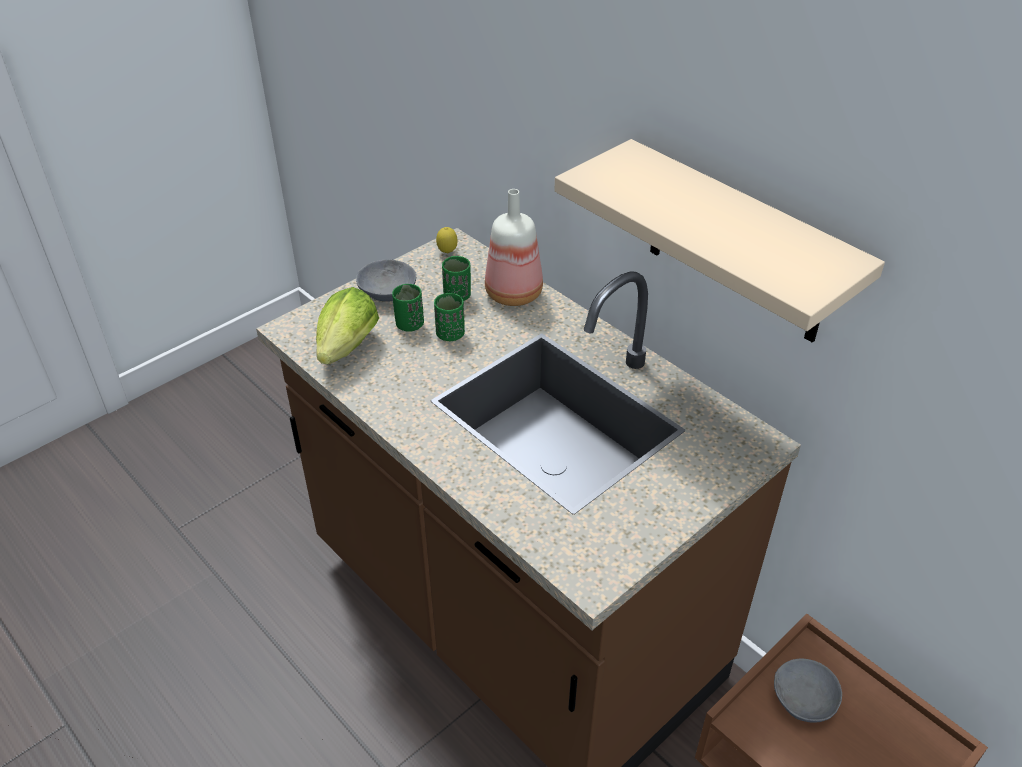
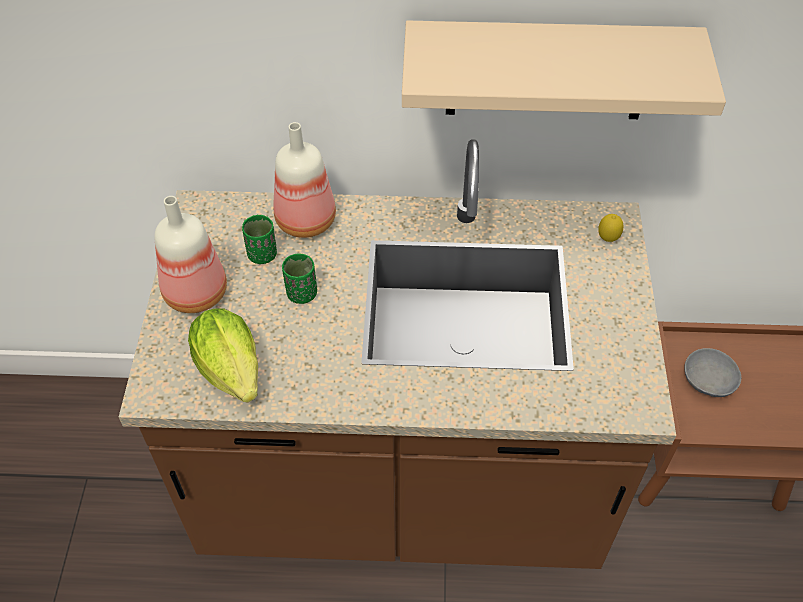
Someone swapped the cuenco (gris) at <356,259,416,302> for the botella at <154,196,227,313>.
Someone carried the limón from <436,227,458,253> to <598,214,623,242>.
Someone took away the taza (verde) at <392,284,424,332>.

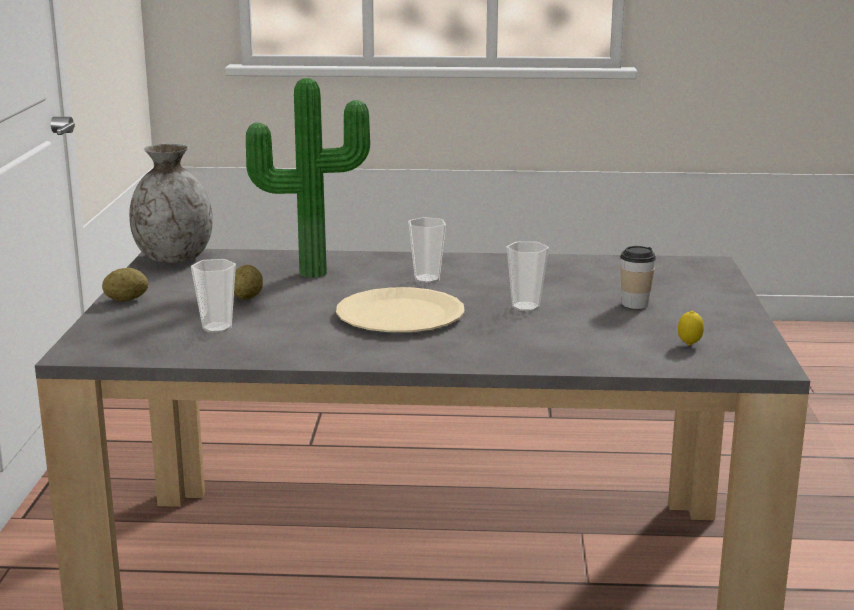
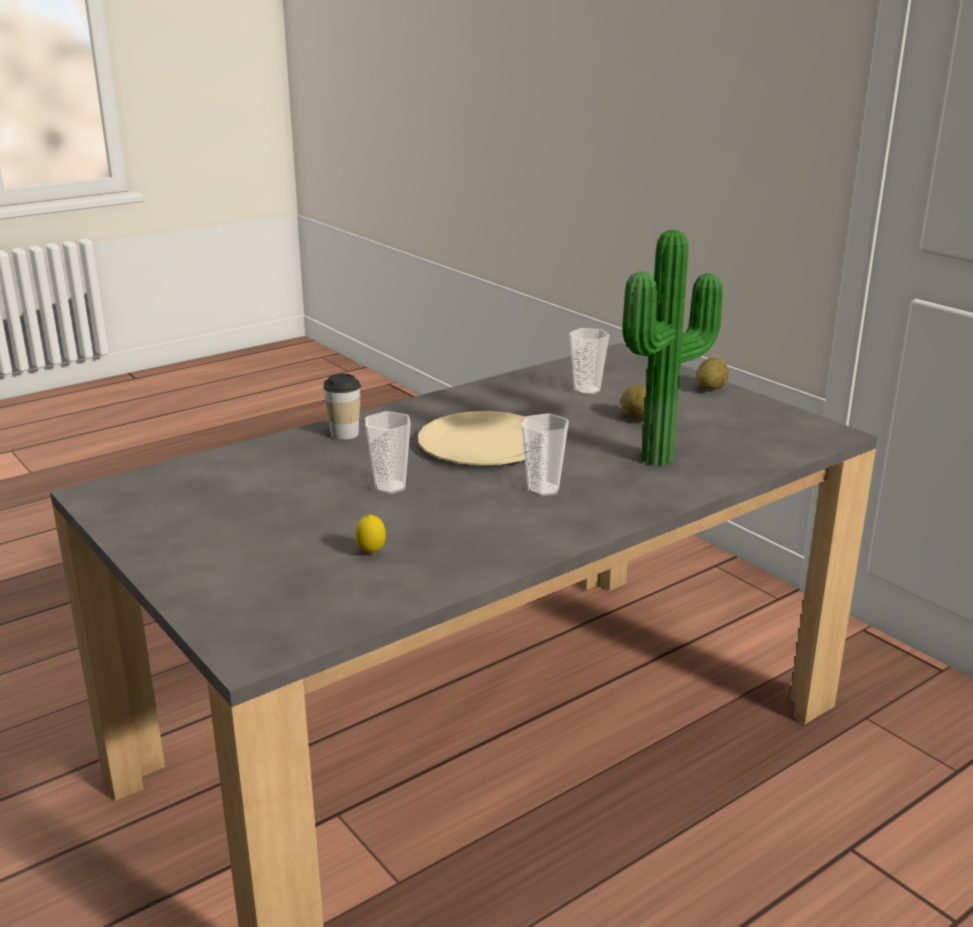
Someone carried the taza from <620,246,656,309> to <323,374,361,440>.
Someone carried the limón from <678,311,704,346> to <355,514,386,554>.
Someone took away the florero (gris) at <129,144,213,263>.

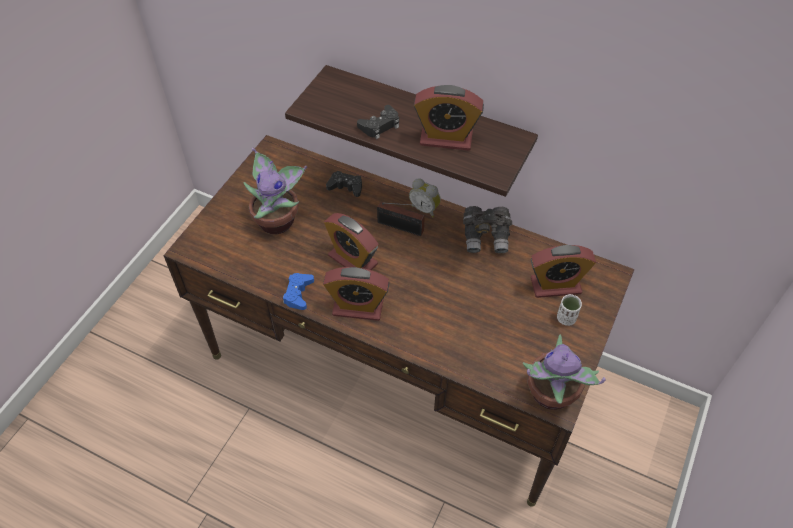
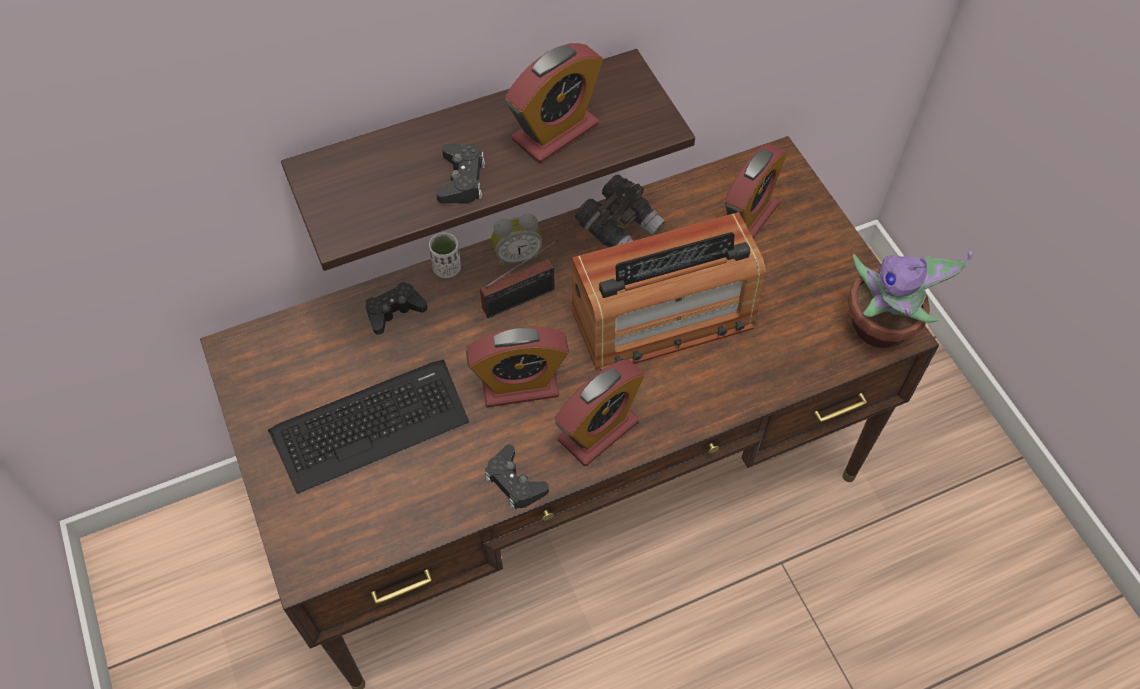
Someone swapped the planta en maceta at <243,148,307,234> for the teclado at <268,360,469,494>.
Someone carried the taza (blanco) from <557,294,582,326> to <429,233,461,278>.
Someone repainted the mando de consola (azul) at <283,273,314,310>, which became the mando de consola (negro) at <485,445,549,510>.
Someone put down the radio at <572,212,766,371>.

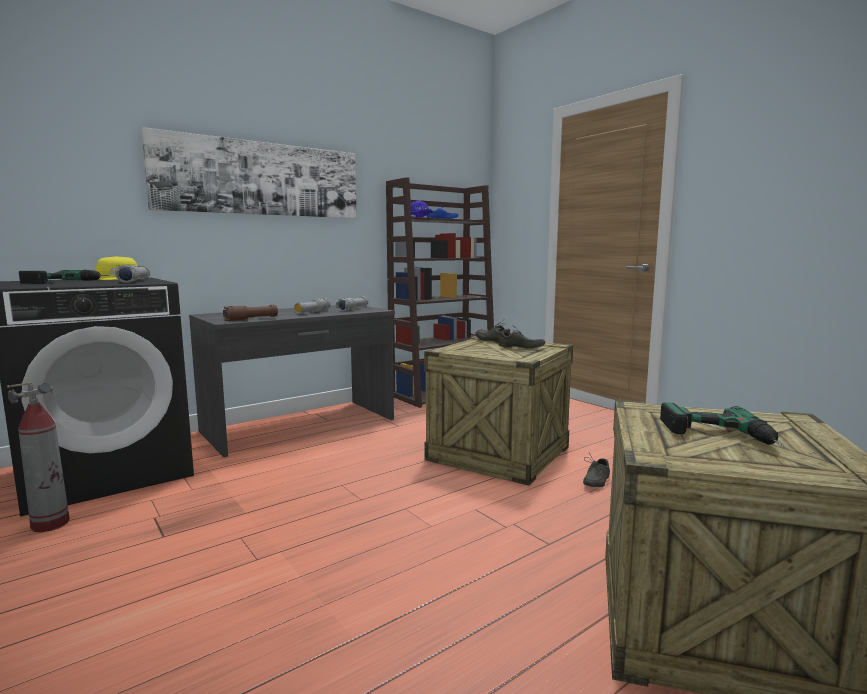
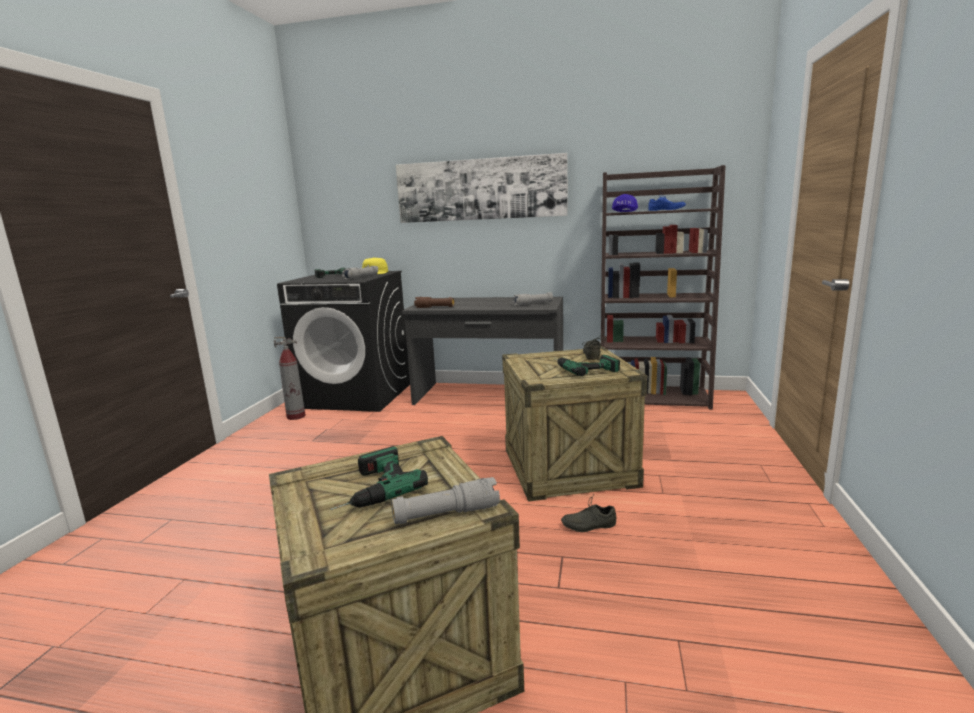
Someone carried the linterna (gris) from <294,298,331,314> to <391,477,500,524>.
Someone swapped the zapato (gris) at <499,327,545,349> for the taladro at <554,355,620,376>.

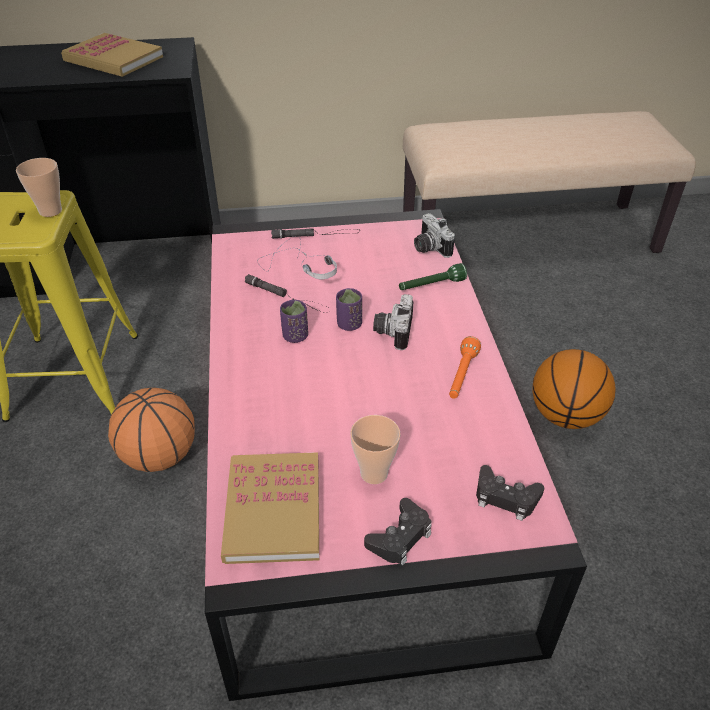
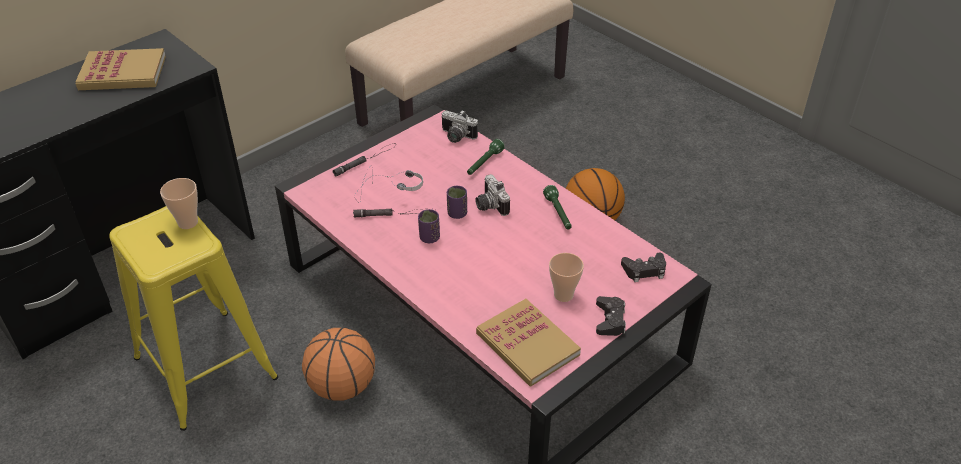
Someone repainted the linterna (naranja) at <449,336,481,399>, which became the linterna (verde) at <543,185,572,230>.

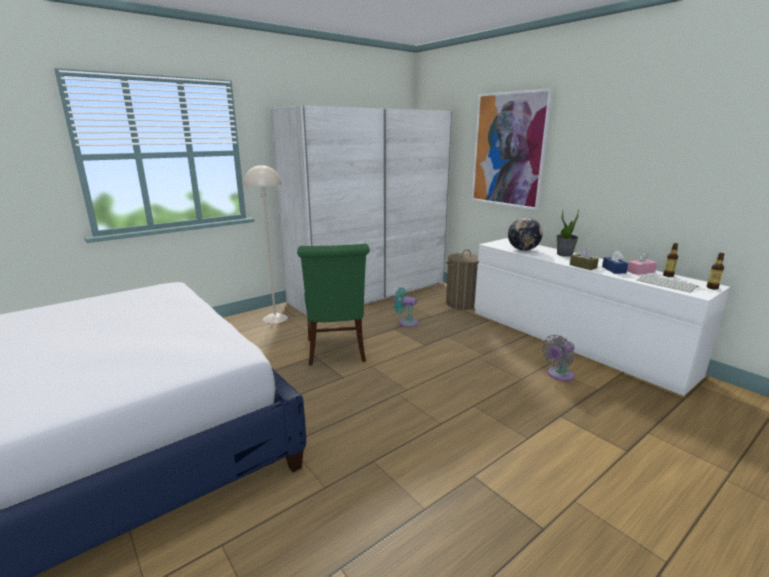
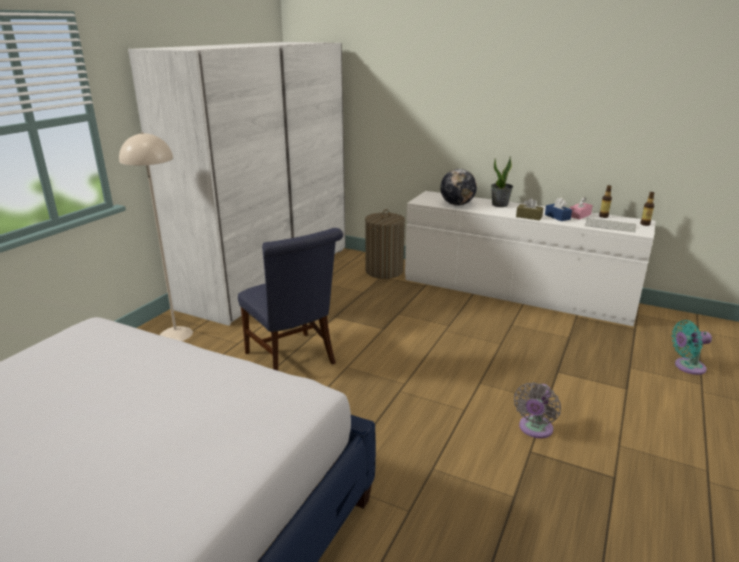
Someone repainted the silla (verde) at <297,244,370,366>, which became the silla (azul) at <238,228,343,371>.
Someone carried the ventilador (gris) from <542,335,574,381> to <514,382,561,438>.
Someone carried the ventilador (turquesa) from <394,287,418,327> to <671,320,712,375>.
Someone took away the cuadro at <472,88,553,210>.

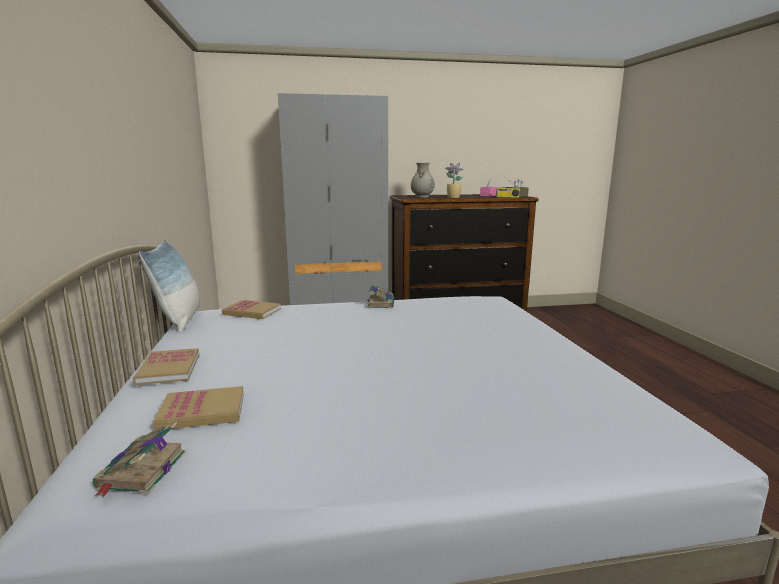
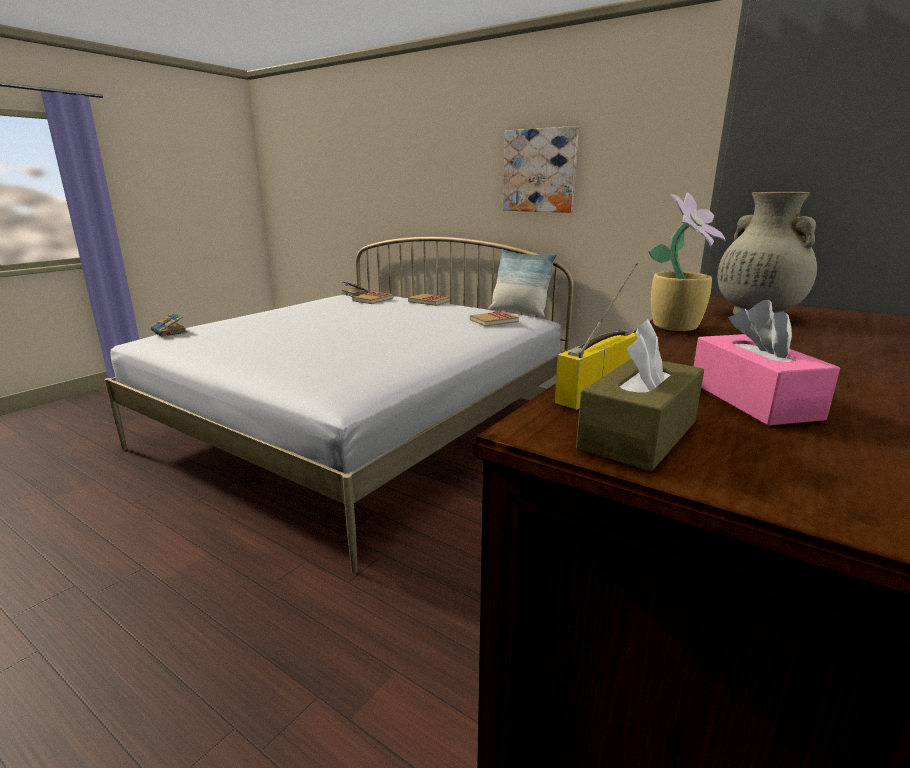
Someone carried the libro from <367,284,394,308> to <151,312,188,337>.
Someone put up the cuadro at <503,126,579,213>.

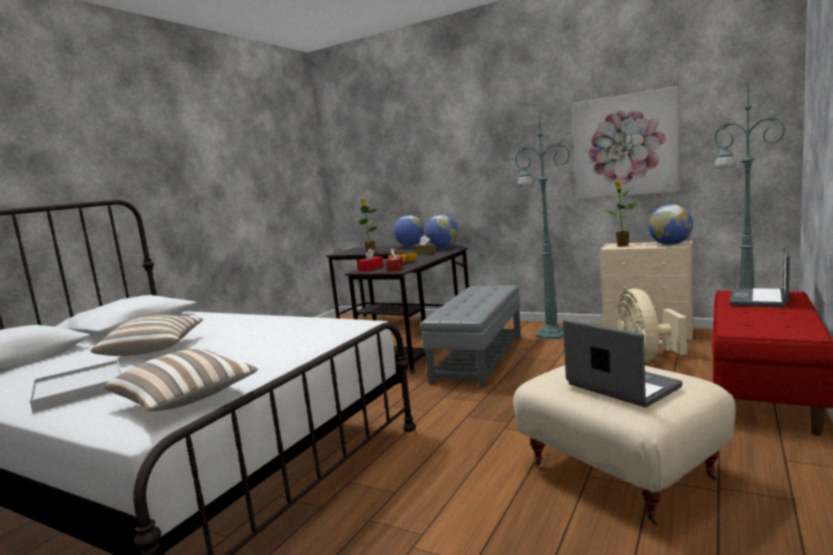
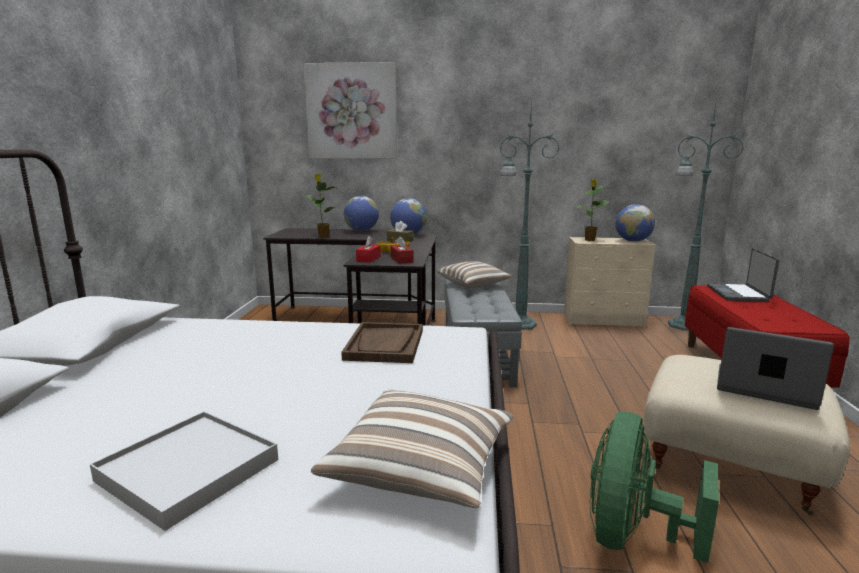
Someone carried the cuadro from <572,86,680,199> to <303,62,397,159>.
Someone put down the bandeja (marrón) at <341,322,423,363>.
Someone carried the cojín from <91,315,203,356> to <437,261,512,288>.
Someone put down the ventilador (verde) at <590,412,719,563>.
Someone took away the ventilador (beis) at <617,289,687,362>.

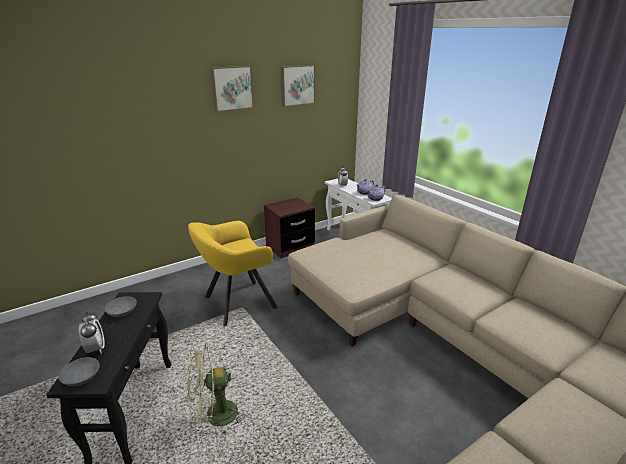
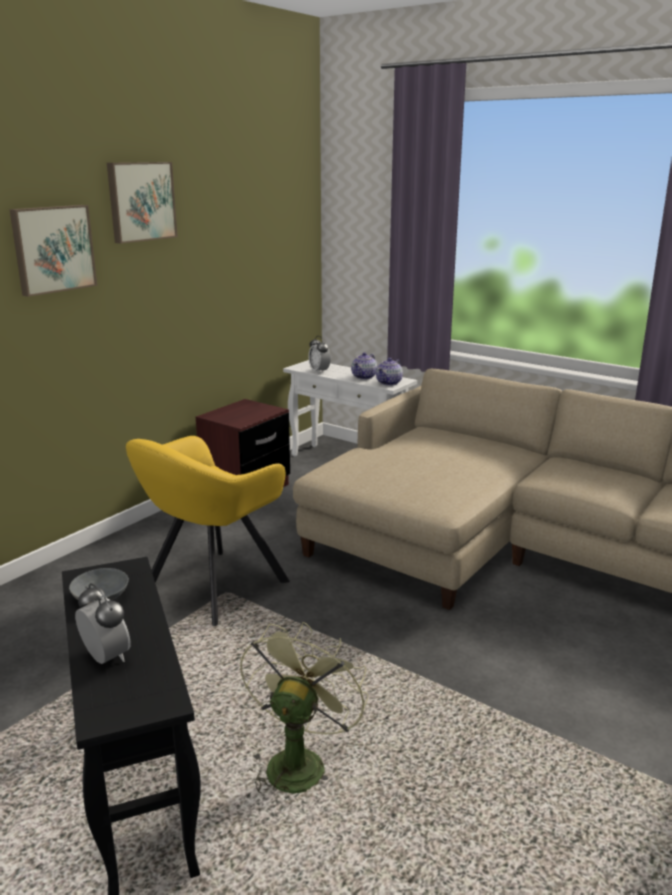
Someone carried the cuadro from <281,65,315,107> to <9,205,97,297>.
Someone rotated the ventilador (verde) at <187,343,245,436> by 150 degrees clockwise.
Someone took away the cuenco (gris) at <58,357,100,386>.

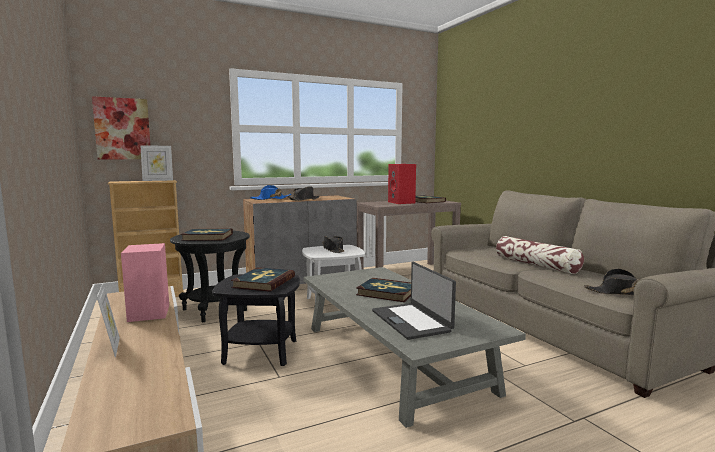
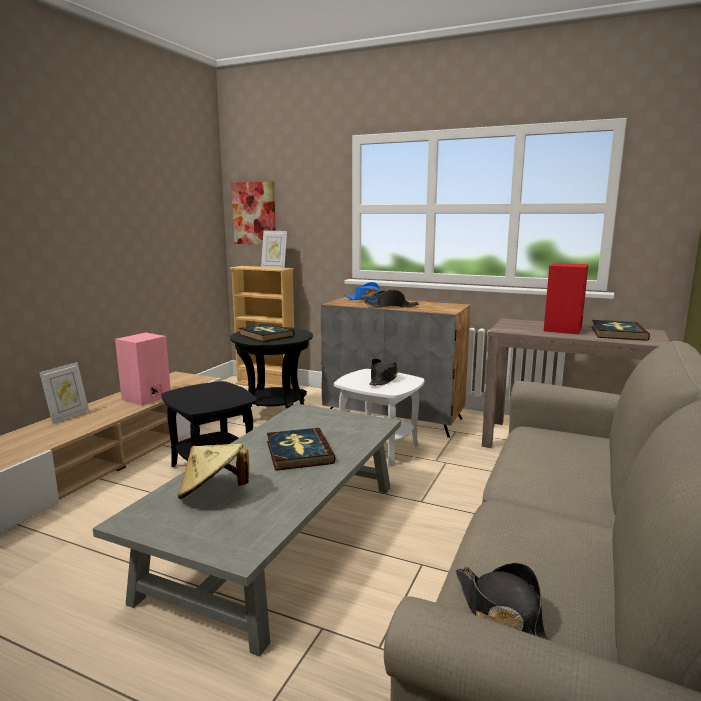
Someone swapped the portátil at <372,262,456,340> for the sombrero (beis) at <178,444,249,499>.
Someone took away the libro at <231,267,295,292>.
Someone took away the cojín at <496,236,584,274>.

